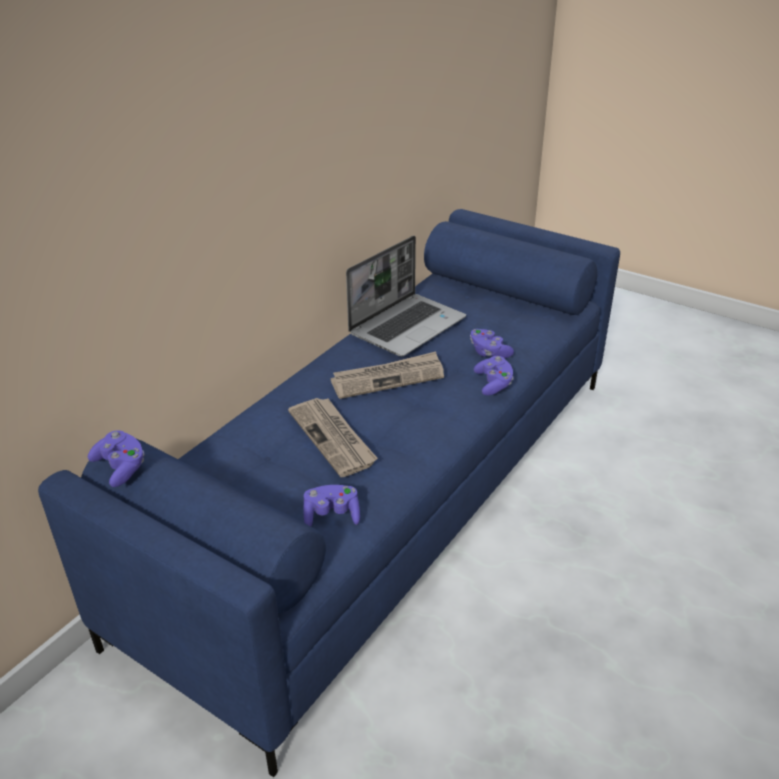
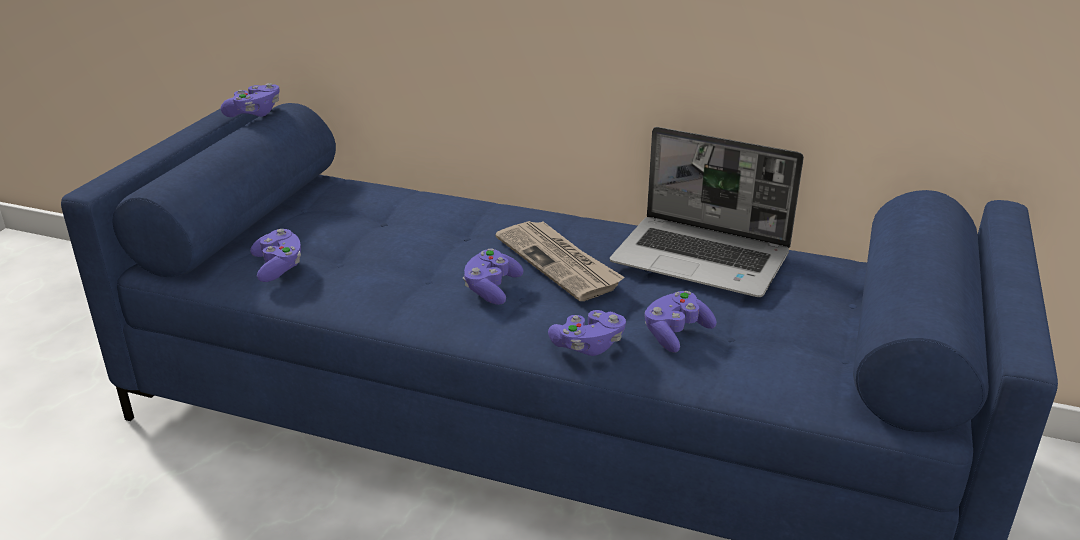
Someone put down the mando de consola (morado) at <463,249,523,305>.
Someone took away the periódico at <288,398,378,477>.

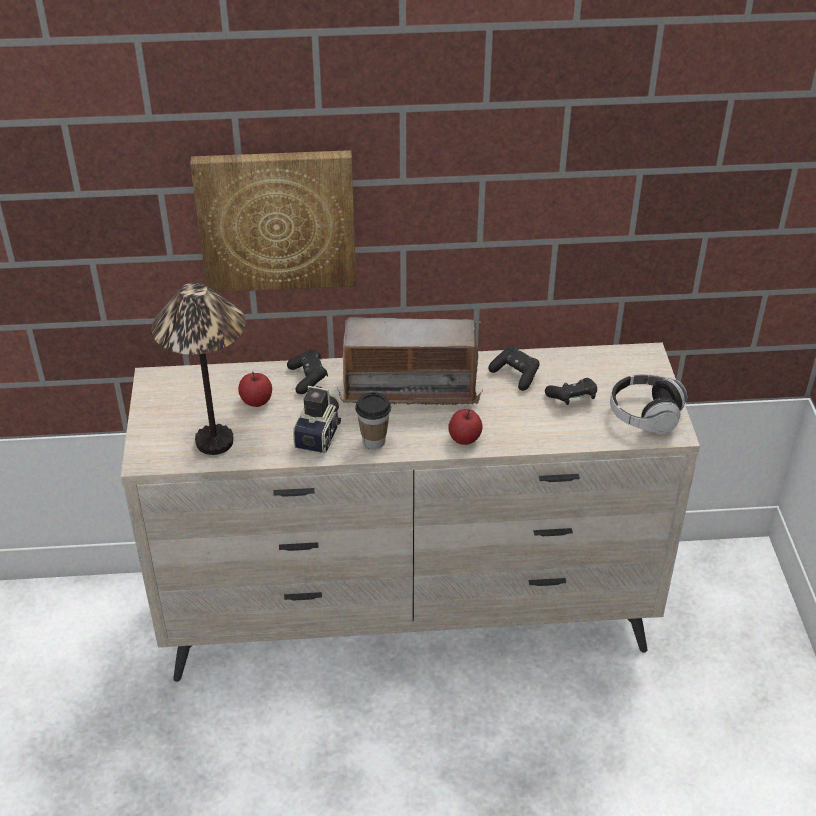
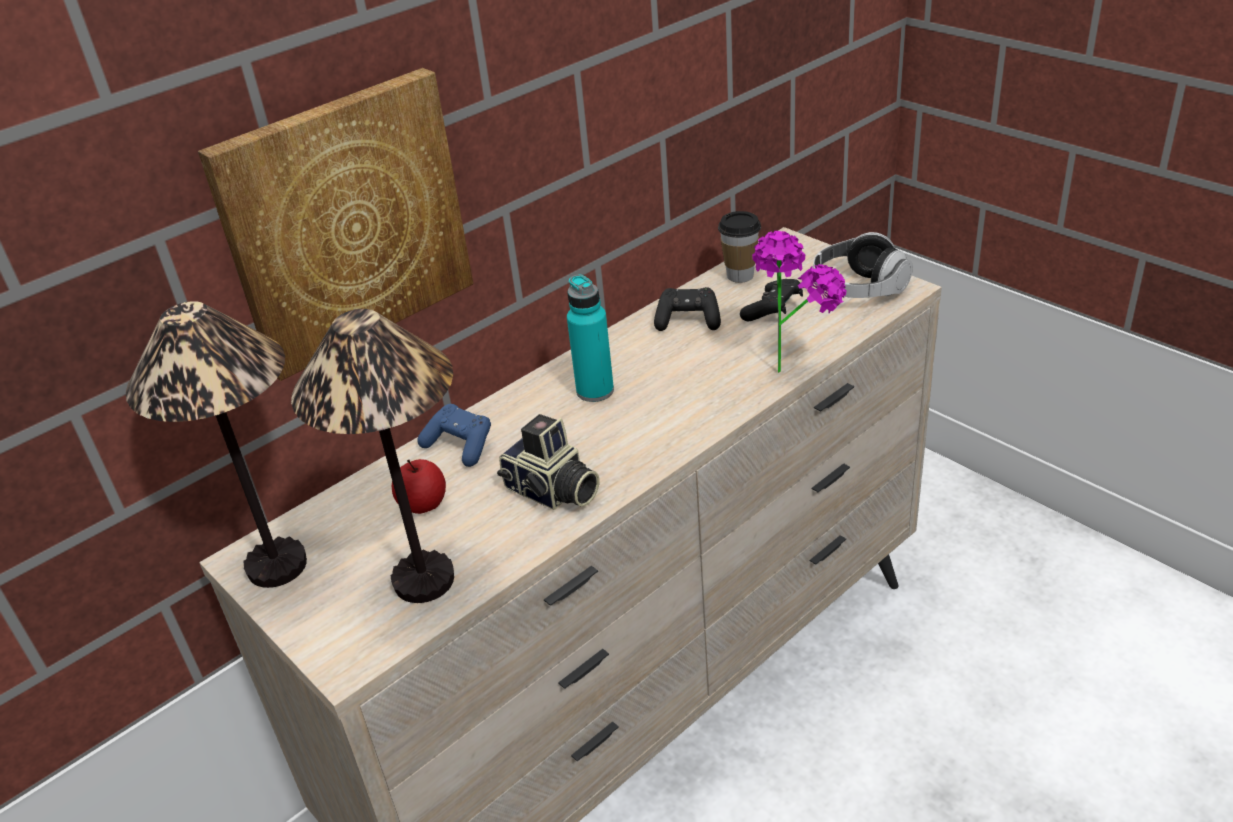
Someone put down the lámpara de mesa at <126,301,307,588>.
Someone repainted the mando de consola (negro) at <287,350,328,394>, which became the mando de consola (azul) at <417,404,491,467>.
Someone rotated the cámara at <293,386,341,454> by 150 degrees clockwise.
Someone swapped the radio at <337,317,483,405> for the botella (turquesa) at <567,275,614,402>.
Someone carried the taza from <355,392,391,449> to <718,211,761,283>.
Someone put down the planta en maceta at <752,231,847,373>.
Someone took away the manzana at <448,409,483,445>.

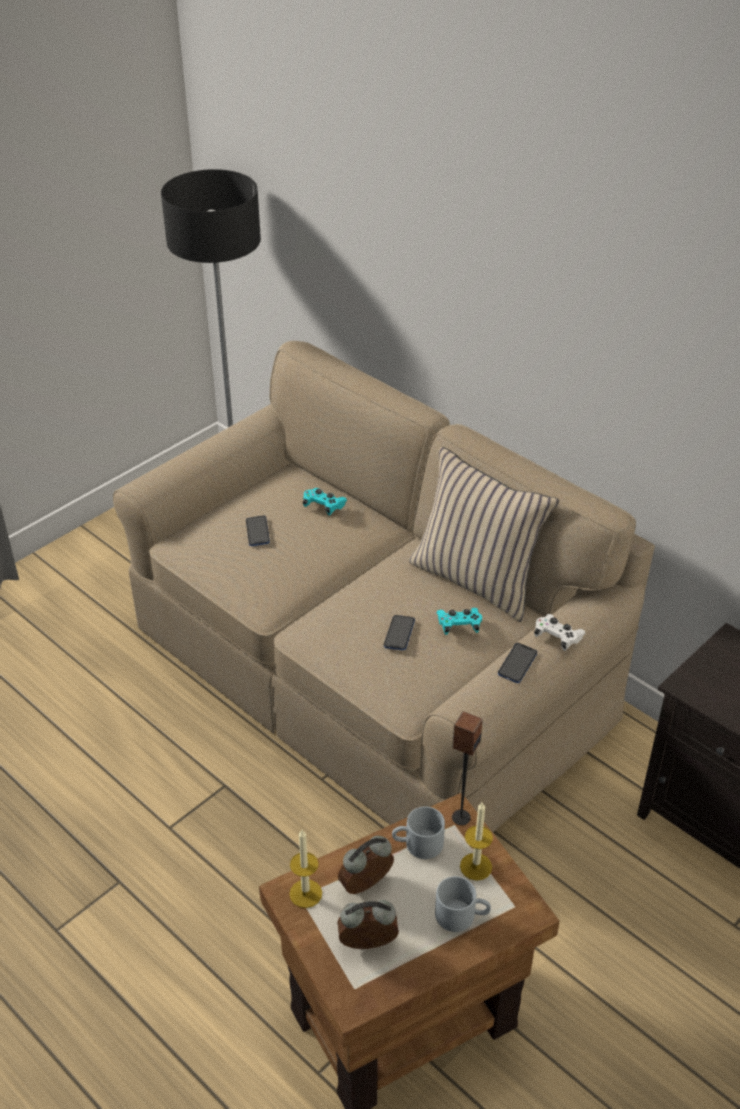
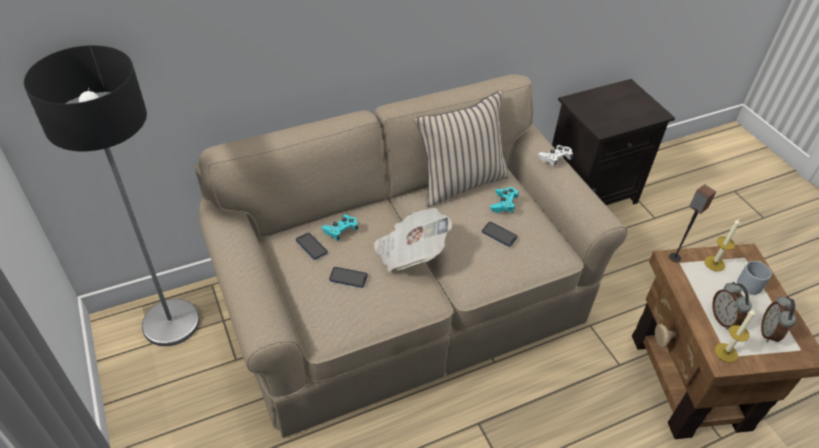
Someone carried the móvil from <498,643,537,683> to <296,233,328,260>.
Someone put down the periódico at <373,208,452,272>.
Someone took away the taza grande (gris) at <392,807,445,859>.

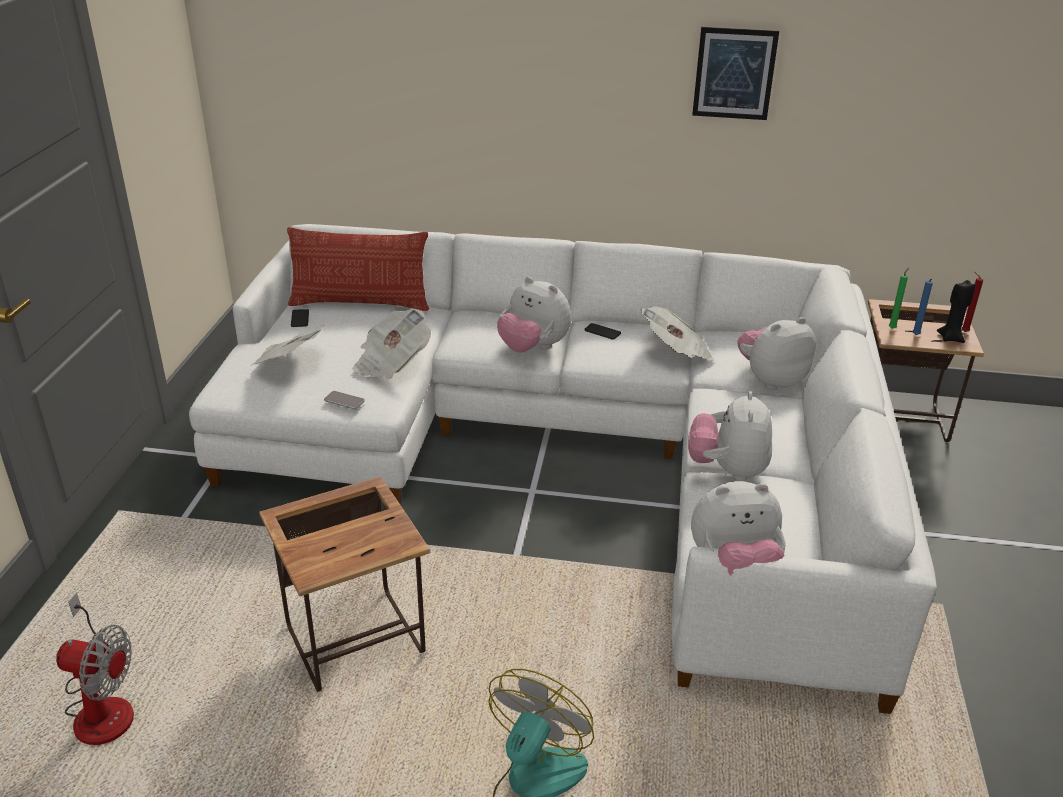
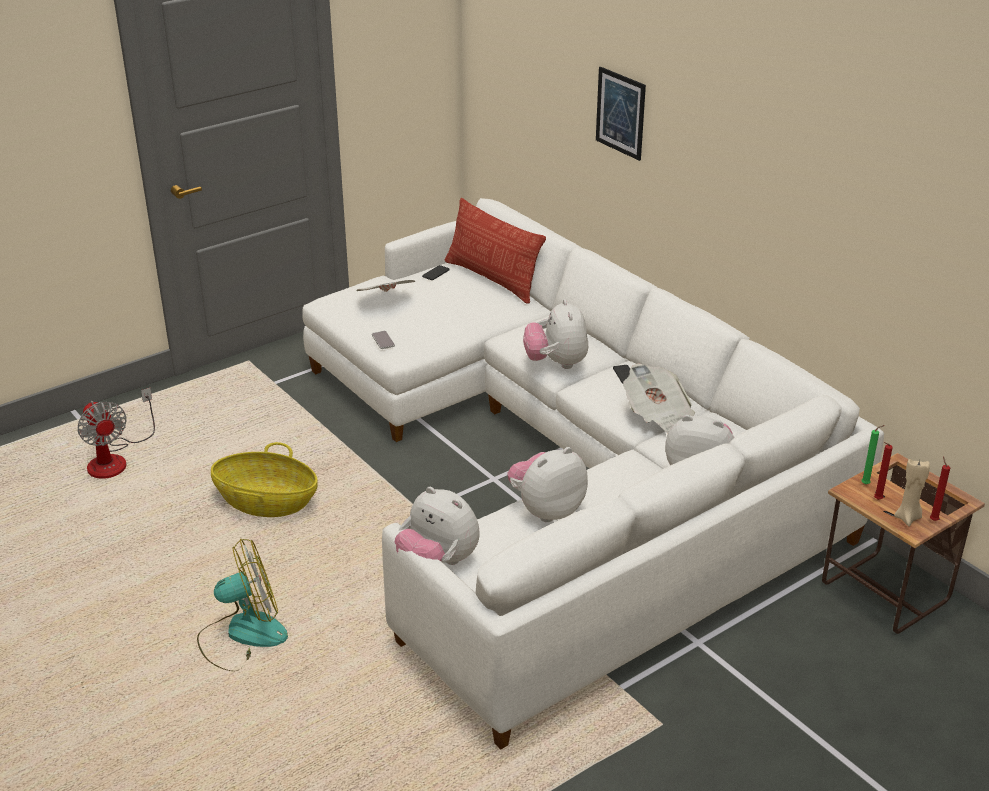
Someone swapped the mesa auxiliar at <259,476,430,692> for the cesta at <211,442,318,517>.
Someone carried the cuadro from <692,27,779,120> to <596,67,646,161>.
Someone repainted the vela (azul) at <912,279,933,335>, which became the vela (rojo) at <874,442,893,500>.
Someone repainted the vela (negro) at <937,280,976,343>, which became the vela (beis) at <894,459,930,527>.
Someone took away the periódico at <353,309,431,379>.

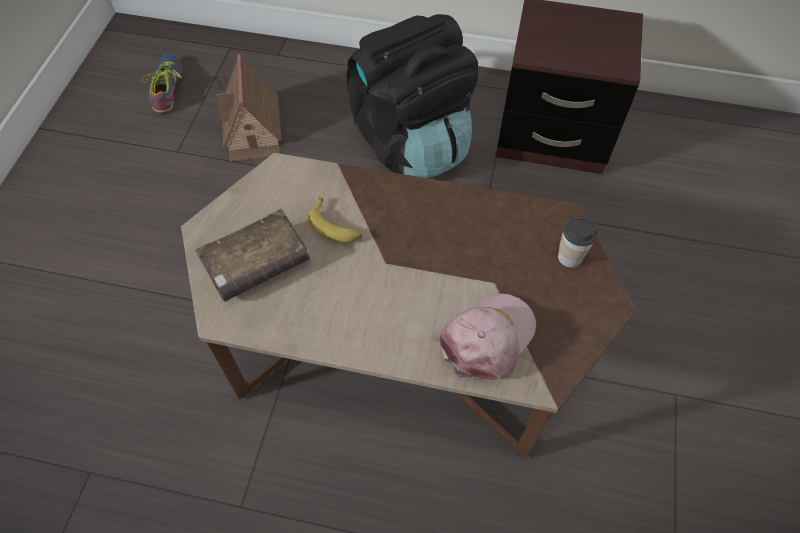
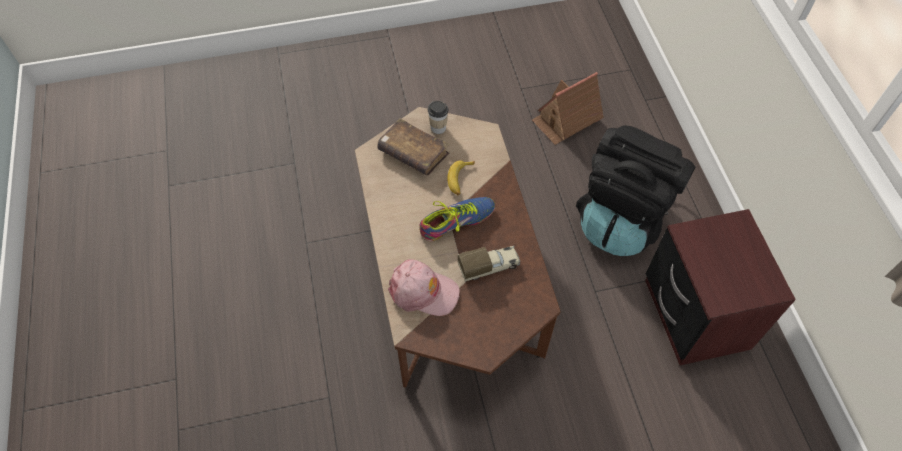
Someone carried the zapato from <141,53,182,113> to <419,197,495,241>.
Someone carried the taza from <558,217,598,267> to <428,101,448,134>.
Someone put down the camión de juguete at <458,246,520,281>.

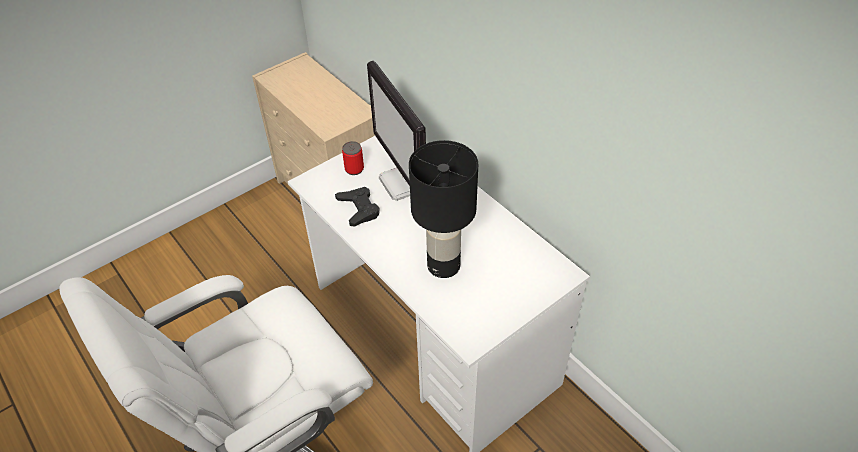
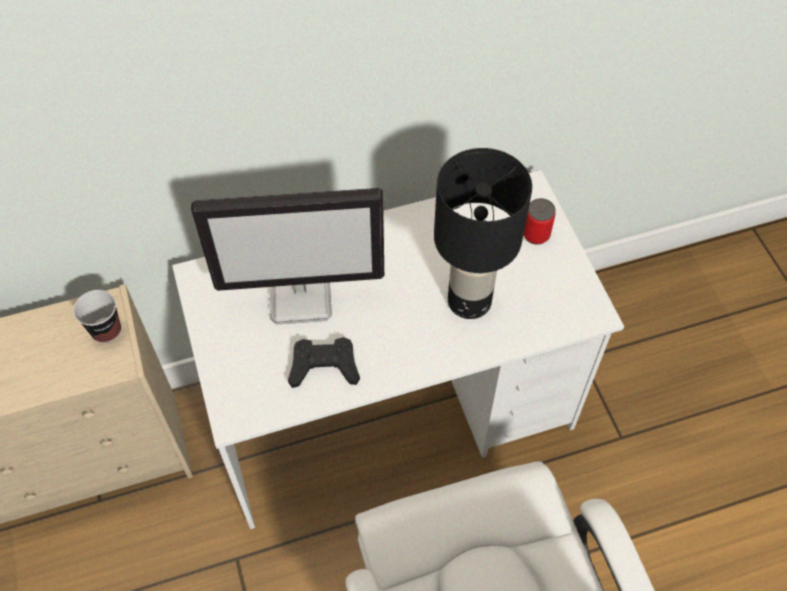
Someone put down the taza at <73,290,121,343>.
Someone carried the lata from <342,141,364,175> to <524,198,556,245>.

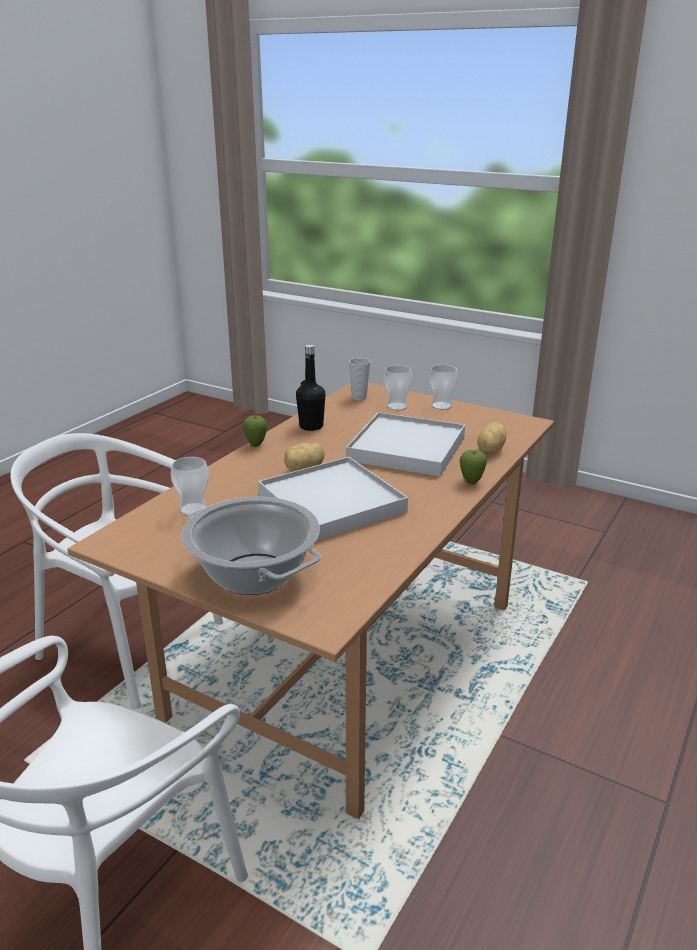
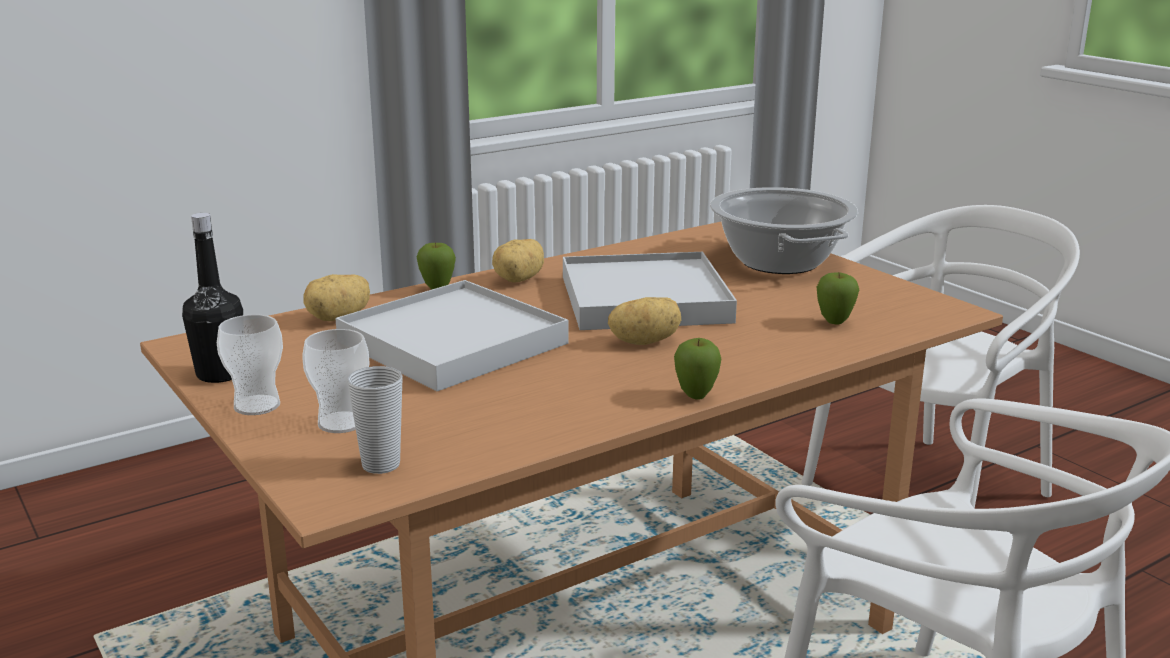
Someone carried the botella (negro) from <296,344,326,431> to <182,213,243,383>.
Someone put down the patata at <492,239,544,283>.
Someone swapped the taza at <171,457,209,516> for the manzana at <817,272,859,325>.

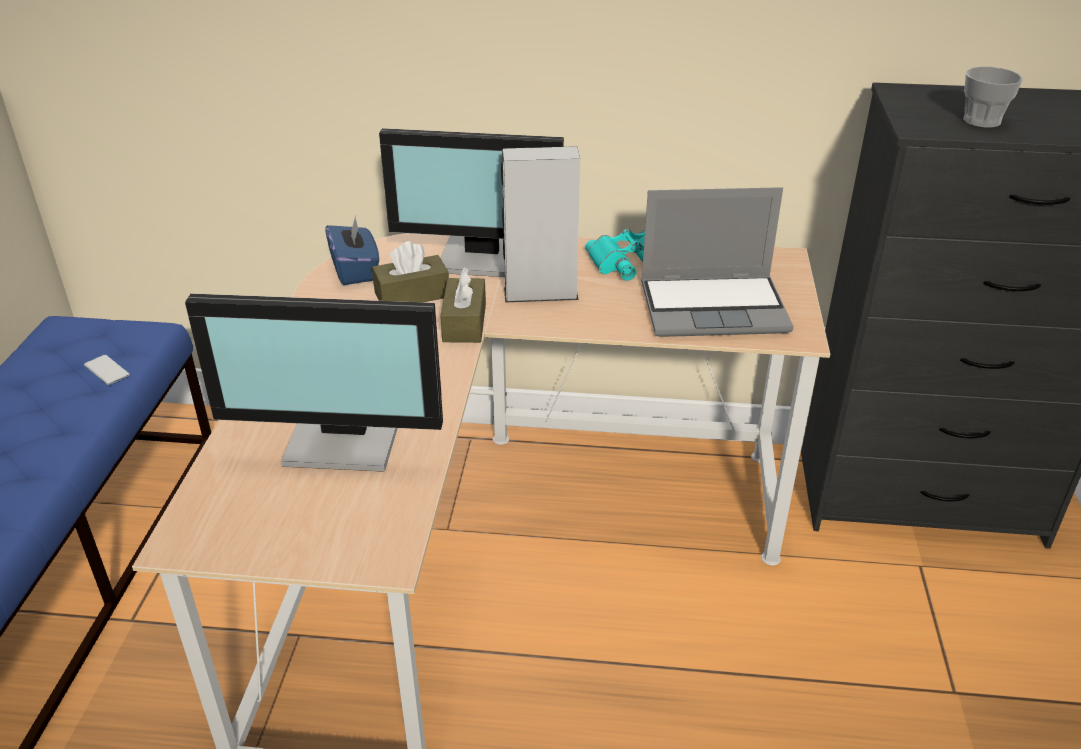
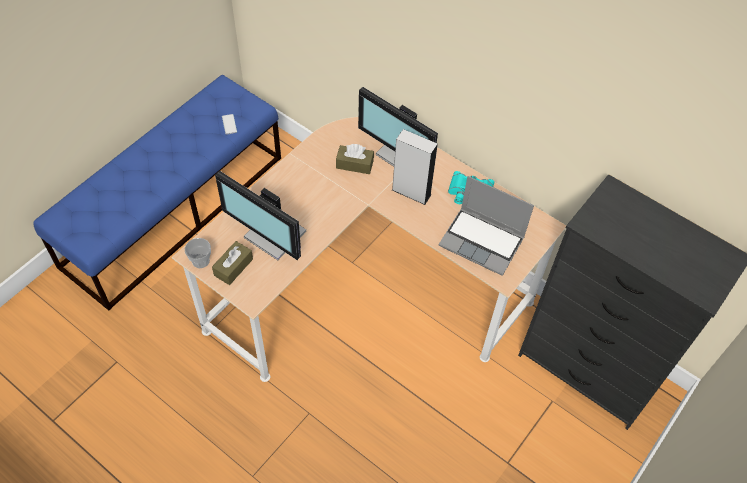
Someone carried the taza from <963,67,1023,128> to <184,238,211,268>.
Someone carried the caja de pañuelos (marrón) from <440,267,486,343> to <212,241,253,285>.
Someone took away the caja de pañuelos (azul) at <325,215,379,285>.

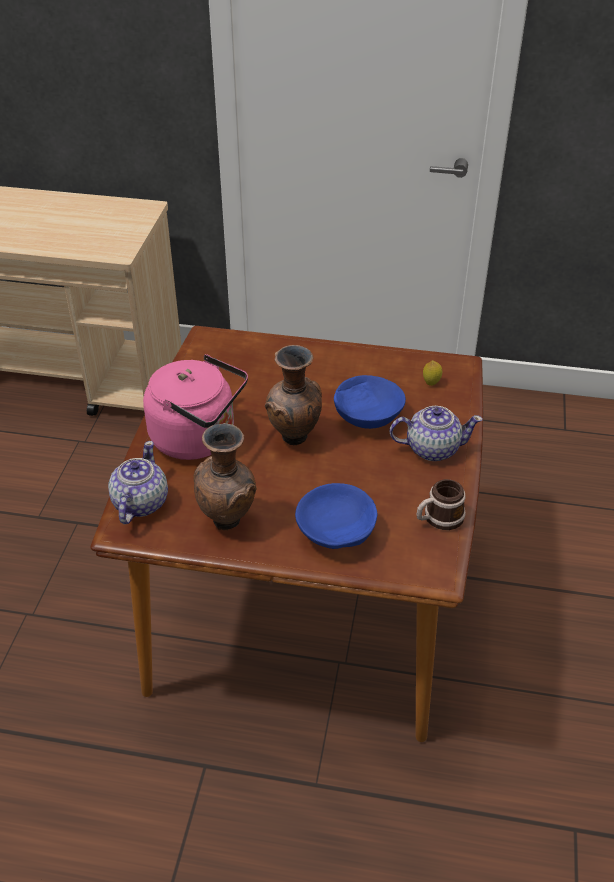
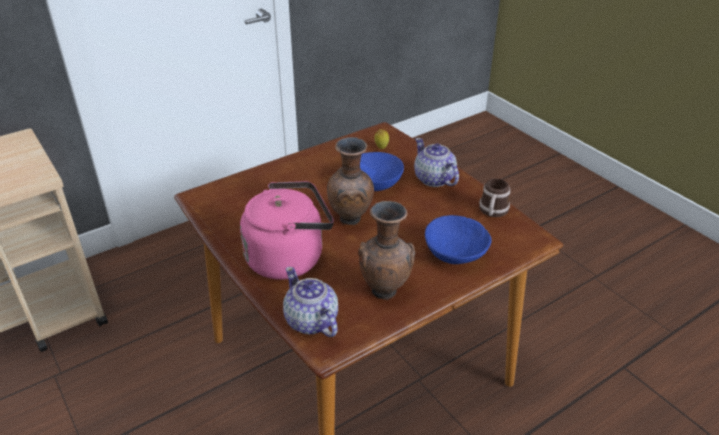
Someone rotated the tetera at <390,406,483,461> by 75 degrees counterclockwise.

